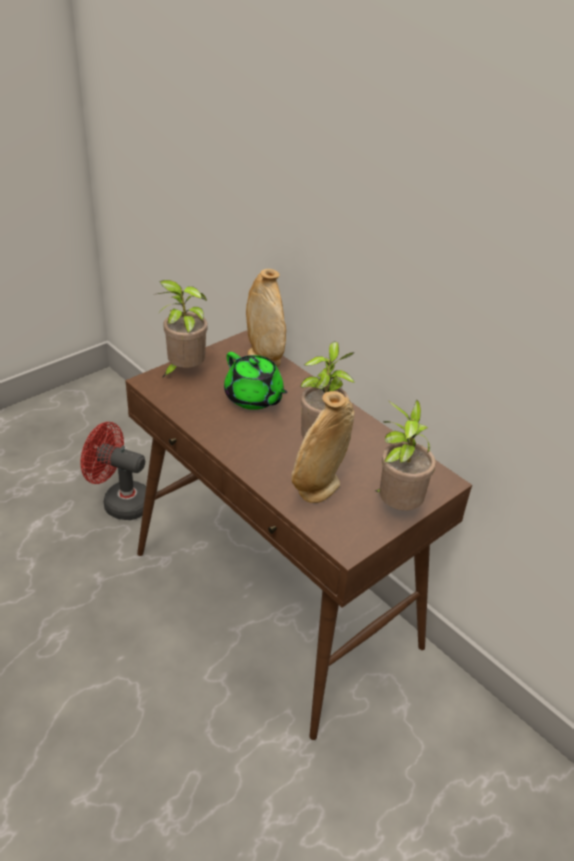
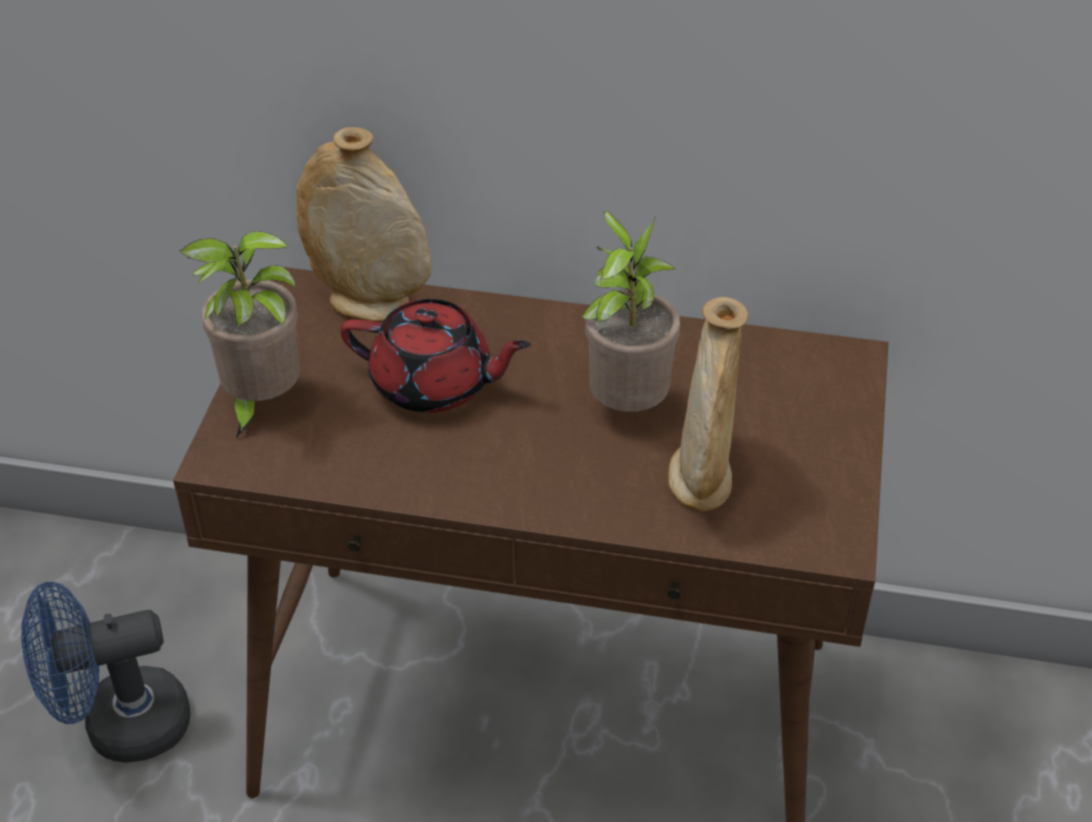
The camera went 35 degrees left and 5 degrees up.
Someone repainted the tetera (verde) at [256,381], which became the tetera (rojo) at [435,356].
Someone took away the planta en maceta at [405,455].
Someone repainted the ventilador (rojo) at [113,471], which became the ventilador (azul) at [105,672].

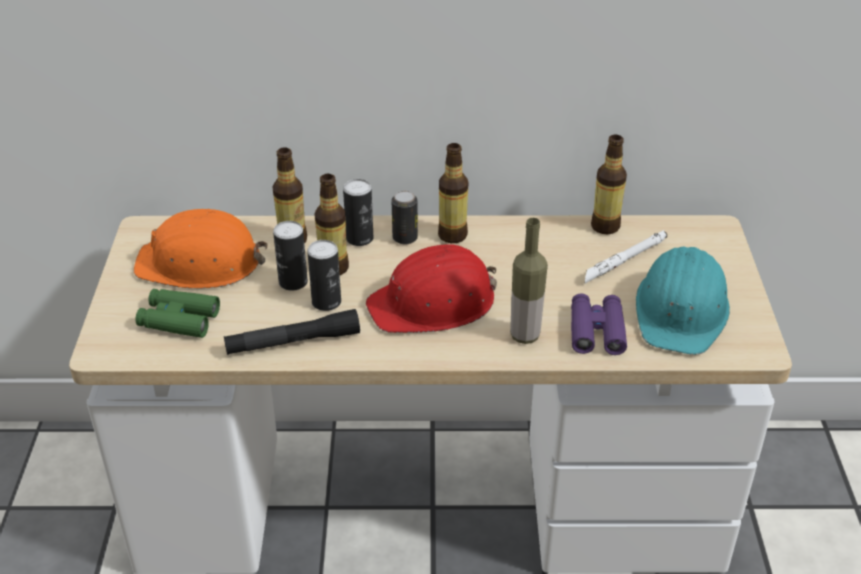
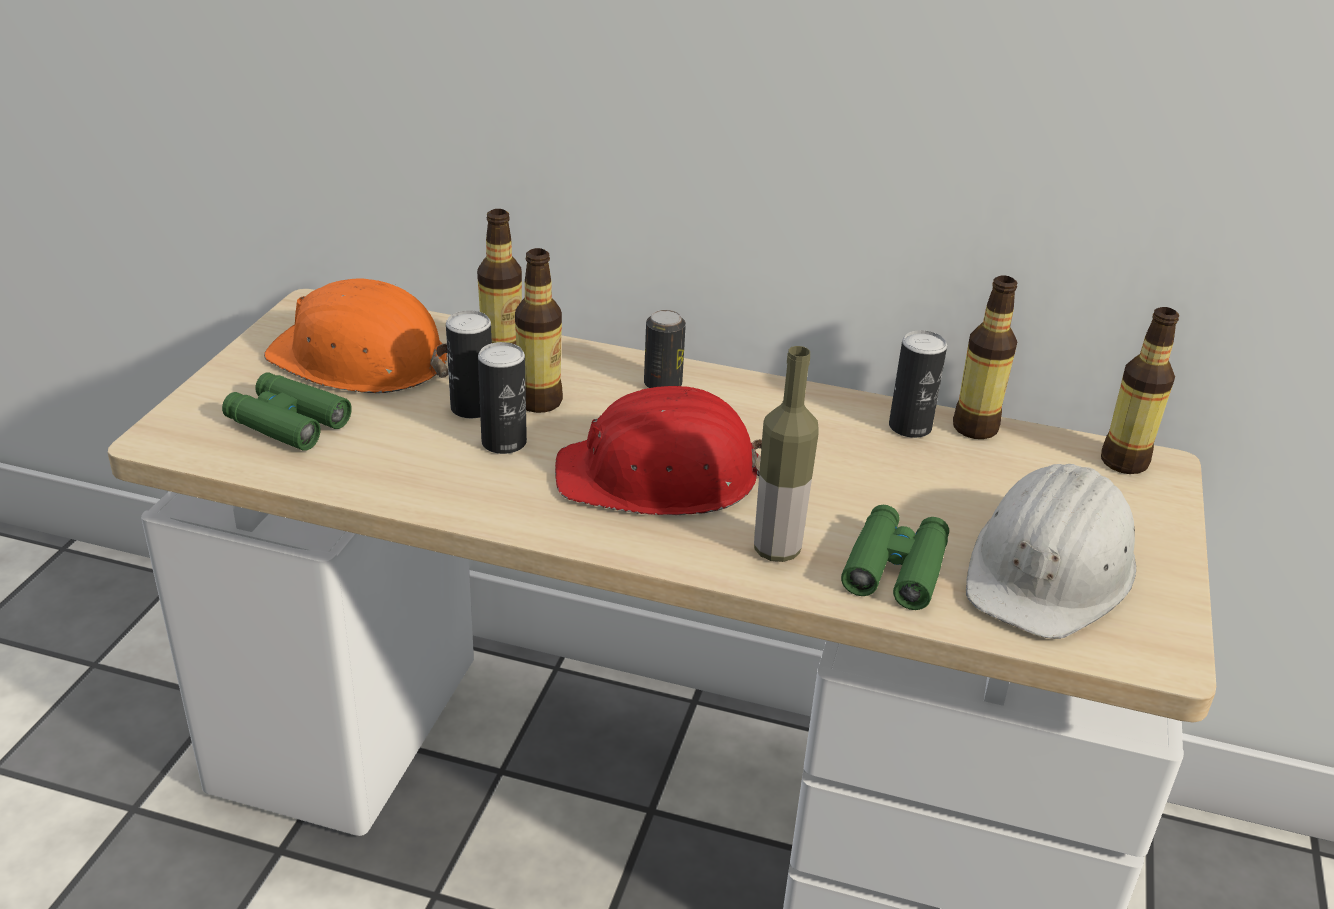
The camera went 15 degrees right and 5 degrees down.
Someone carried the botella from [453,193] to [1140,390].
Someone carried the lata from [358,212] to [918,384].
Someone took away the linterna (blanco) at [625,257].
Someone repainted the casco (turquesa) at [683,300], which became the casco (blanco) at [1051,551].
Someone repainted the prismáticos (morado) at [599,324], which became the prismáticos (verde) at [895,557].
Someone took away the linterna (negro) at [292,332].

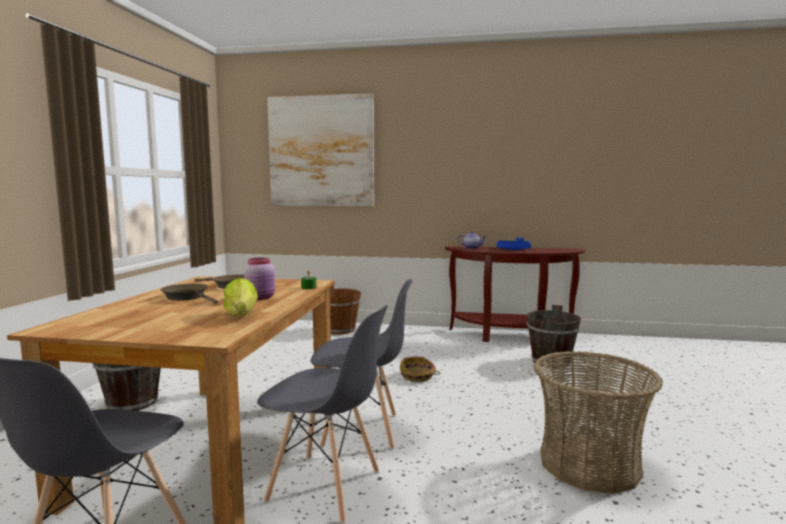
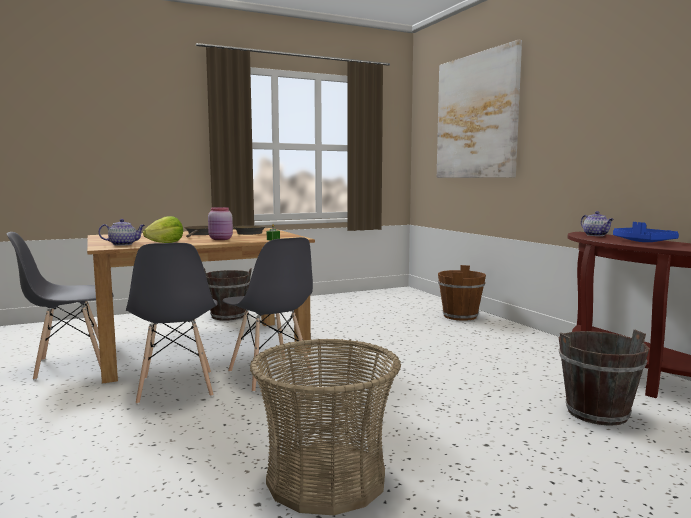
The camera went 55 degrees right and 0 degrees up.
Someone took away the cesta at [420,369].
Someone put down the tetera at [121,232].

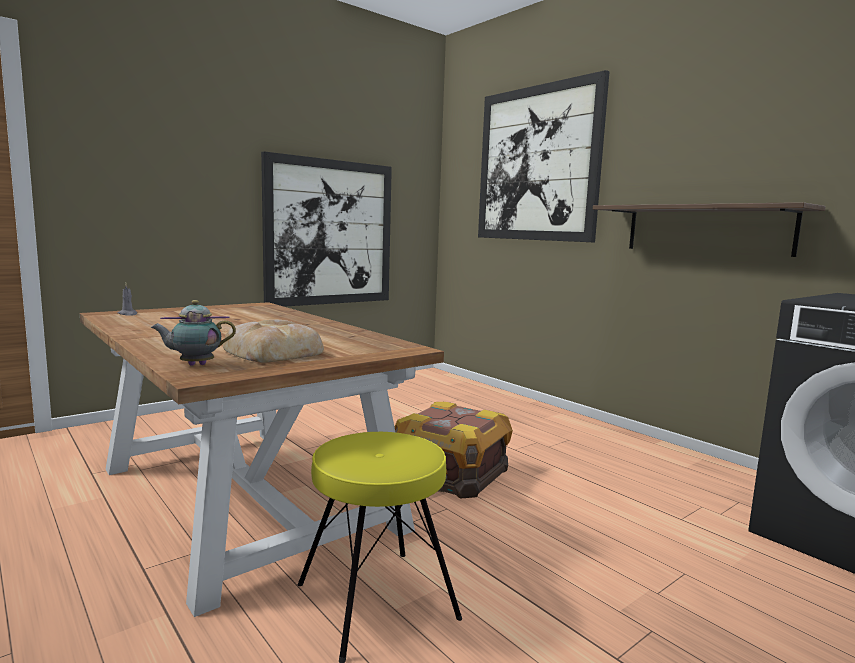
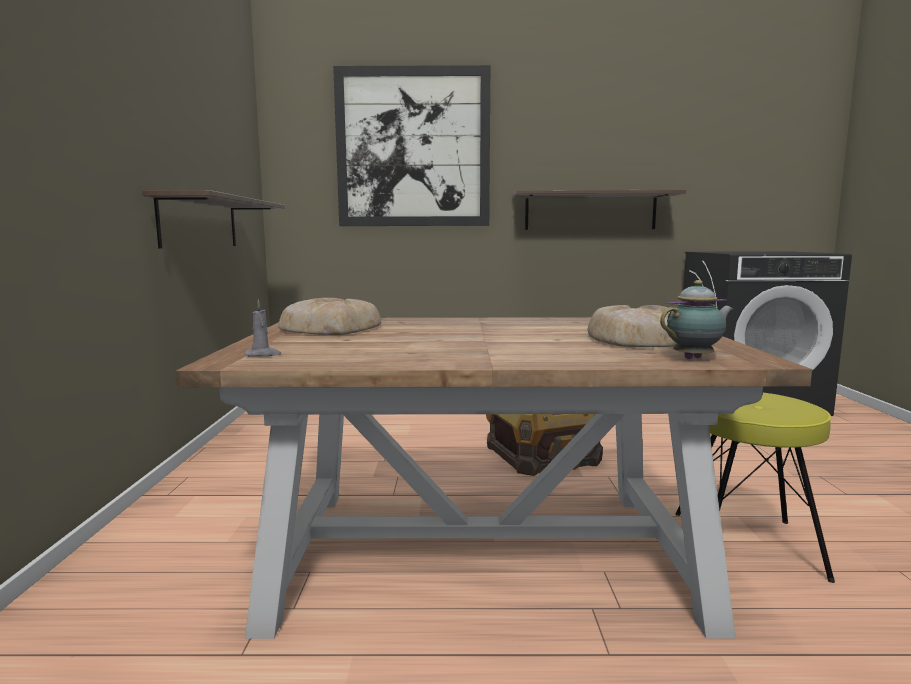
The camera went 50 degrees left and 0 degrees up.
Someone swapped the cuadro at [326,229] for the estante at [213,219].
Someone rotated the tetera at [193,333] by 135 degrees counterclockwise.
Someone put down the pan at [330,316].

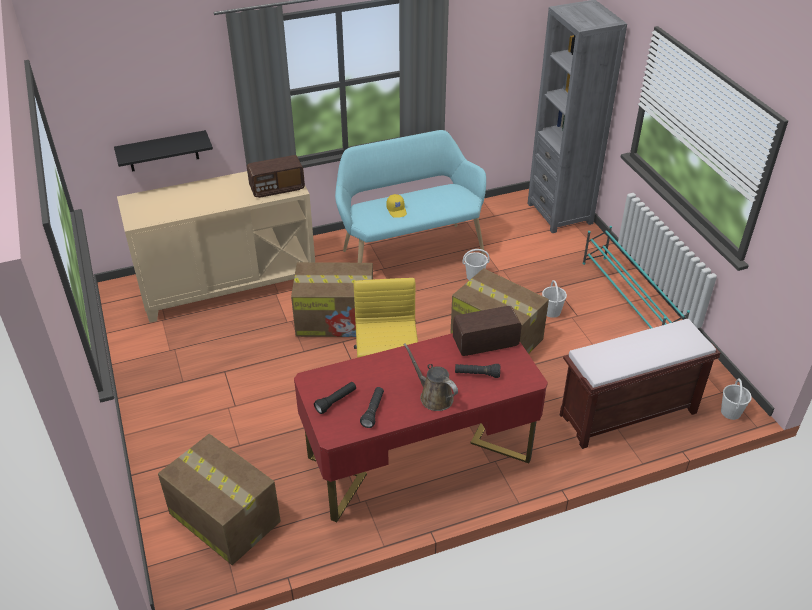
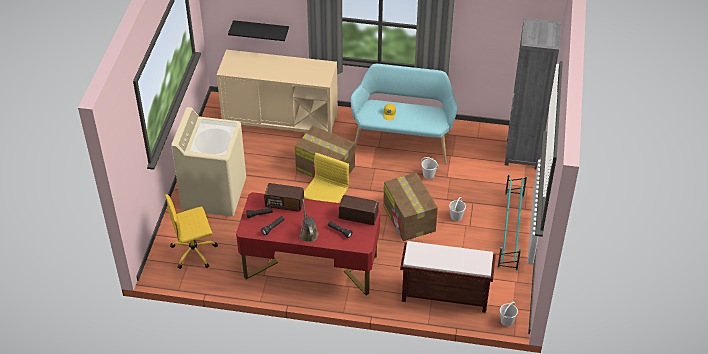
The camera went 30 degrees right and 5 degrees up.
Someone carried the radio from [276,176] to [284,197].
Someone swapped the caja de cartón at [219,499] for the silla de oficina (amarillo) at [191,231].
Someone put down the lavadora (beis) at [208,161].

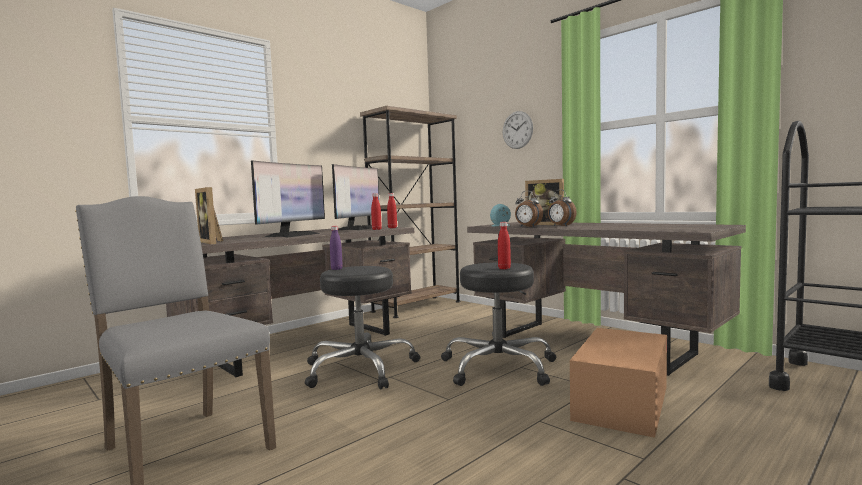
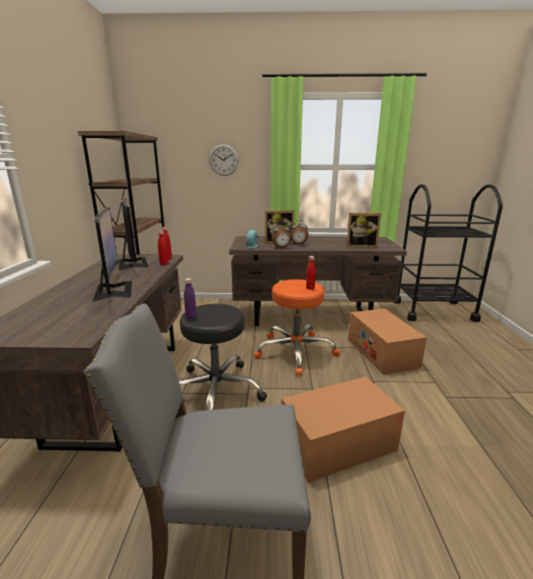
The camera went 45 degrees left and 15 degrees up.
Someone carried the portarretratos from [209,215] to [364,230].
Someone repainted the taburete (negro) at [499,324], which became the taburete (naranja) at [297,327].
Someone put down the caja de cartón at [343,430].

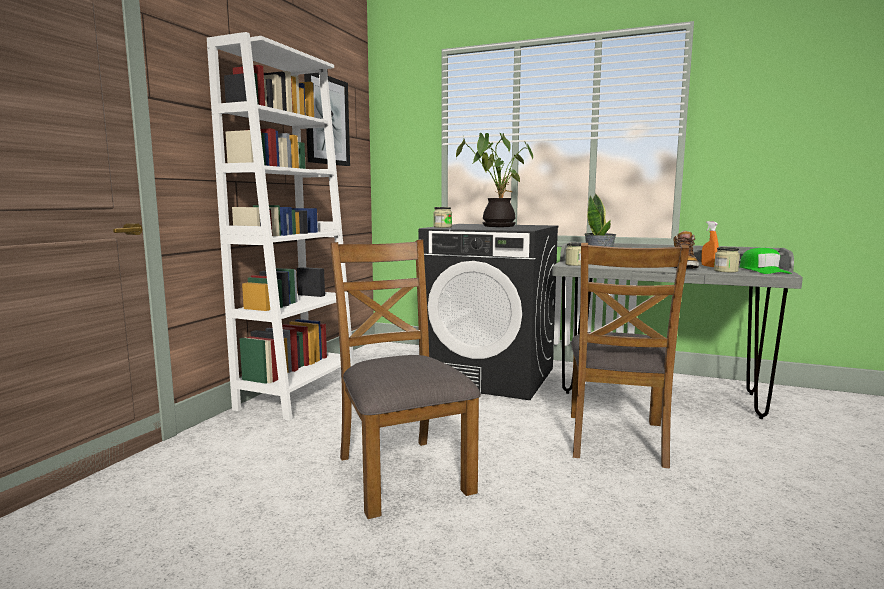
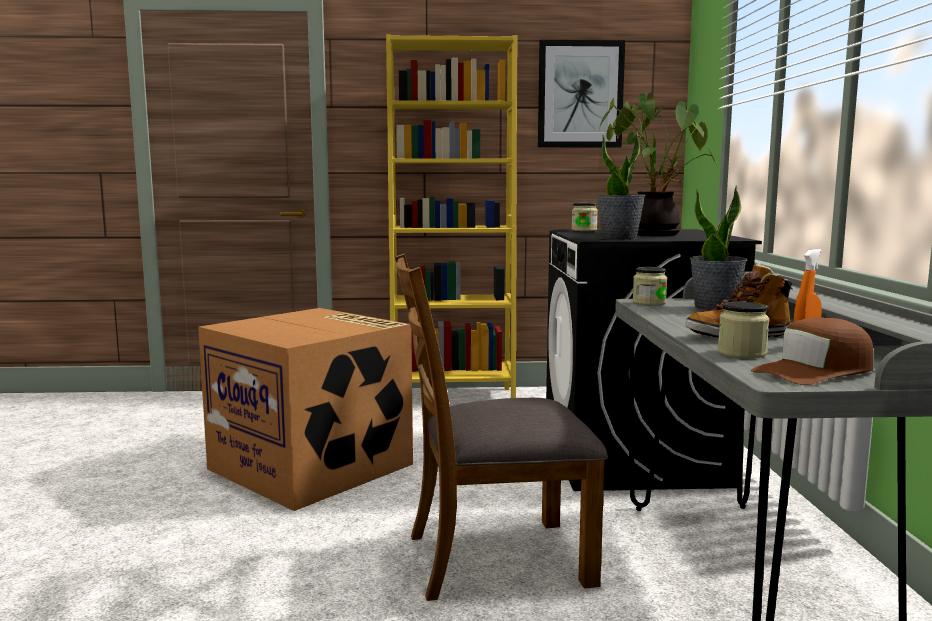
The camera went 65 degrees right and 0 degrees up.
Someone repainted the estantería (blanco) at [280,226], which became the estantería (amarillo) at [451,216].
Someone swapped the silla (marrón) at [405,379] for the caja de cartón at [305,409].
Someone repainted the gorra (verde) at [766,261], which became the gorra (marrón) at [812,351].
Someone put down the planta en maceta at [621,185].

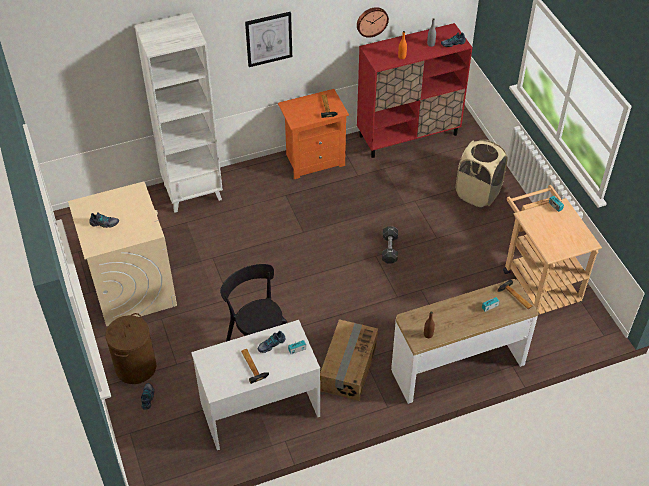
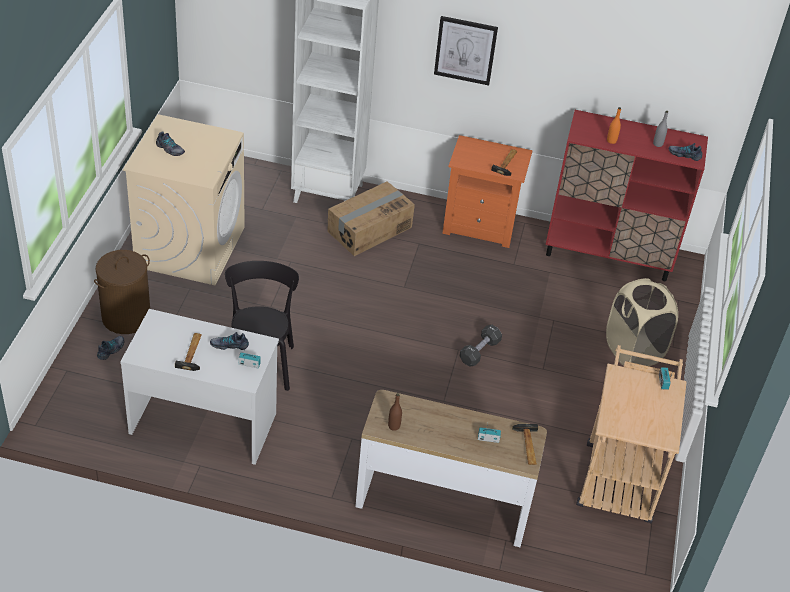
The camera went 30 degrees right and 5 degrees down.
Someone took away the reloj de pared at [373,22].
Someone carried the caja de cartón from [349,360] to [371,218].

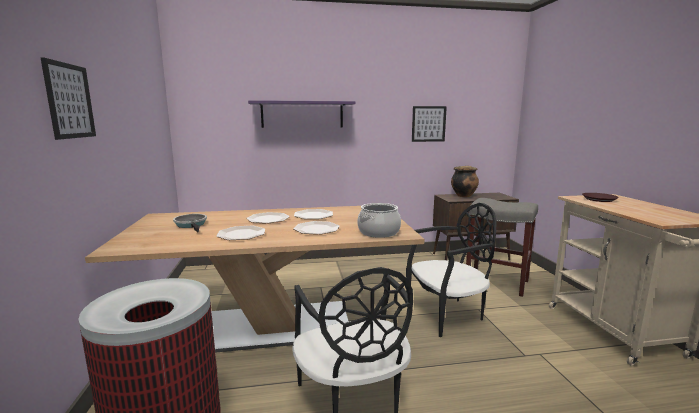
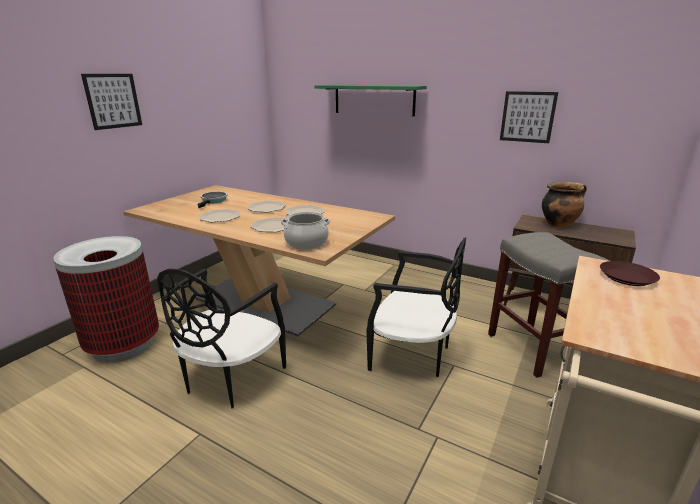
The camera went 40 degrees right and 10 degrees up.
Someone repainted the estante (morado) at [302,114], which became the estante (verde) at [370,100].

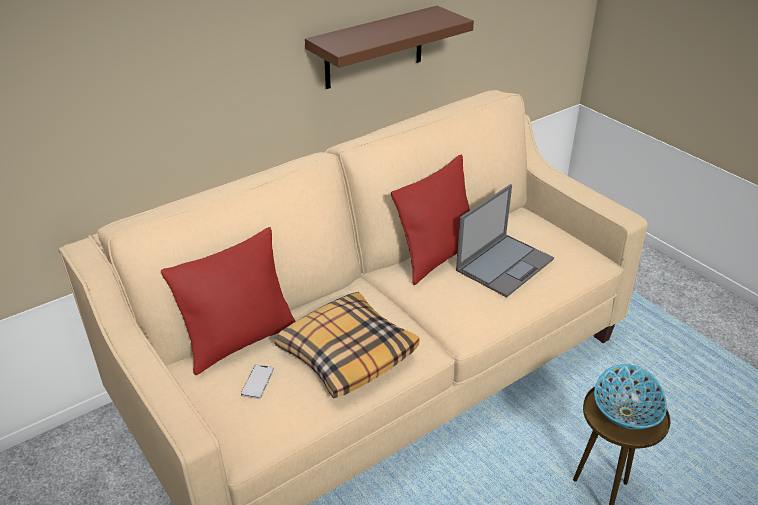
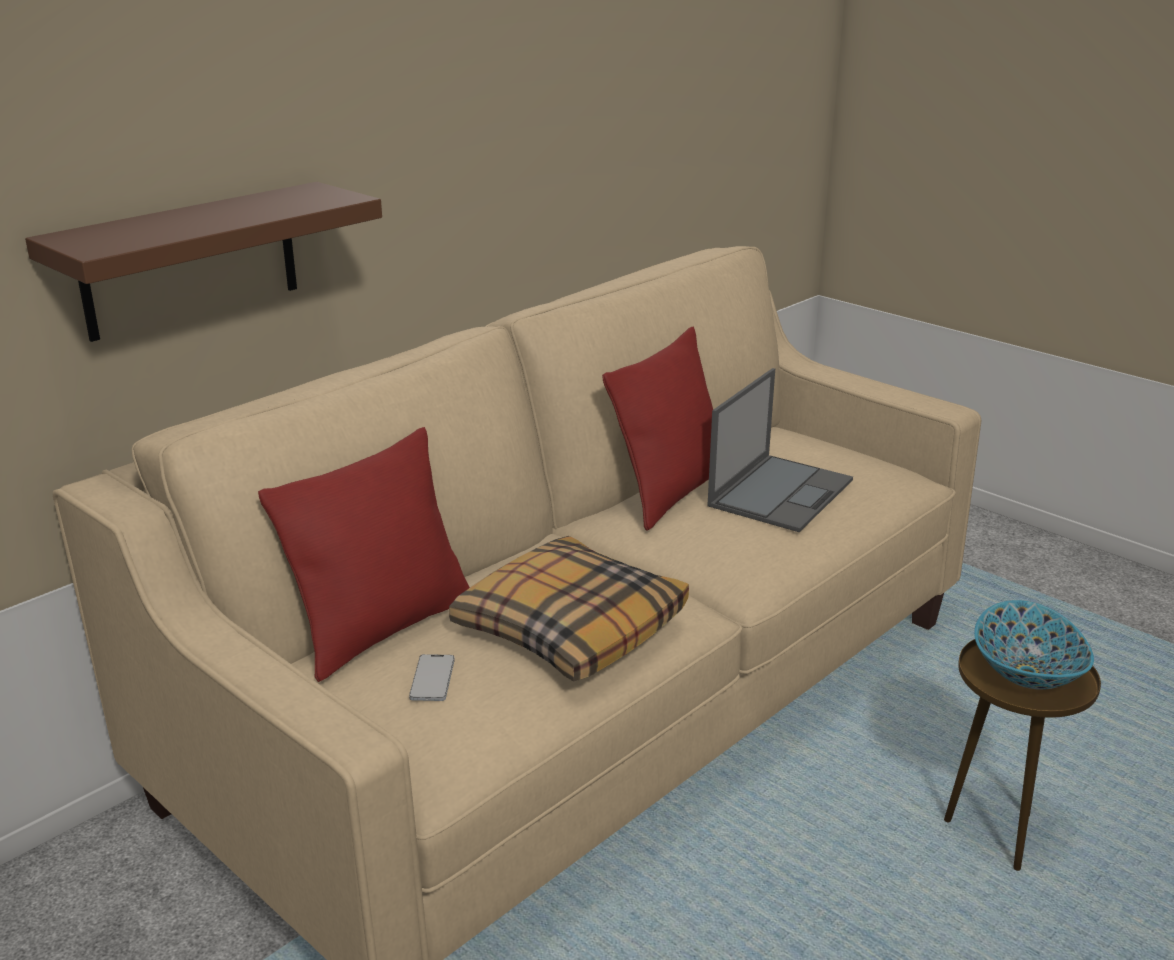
The camera went 10 degrees left and 10 degrees down.
Someone carried the estante (marrón) from [389,47] to [203,262].

